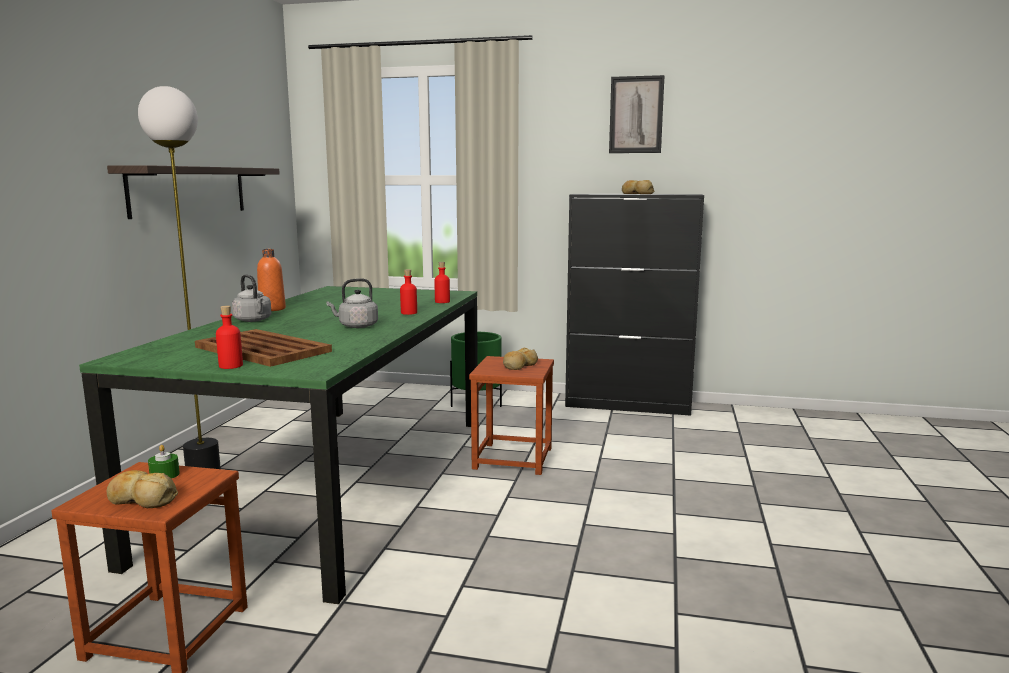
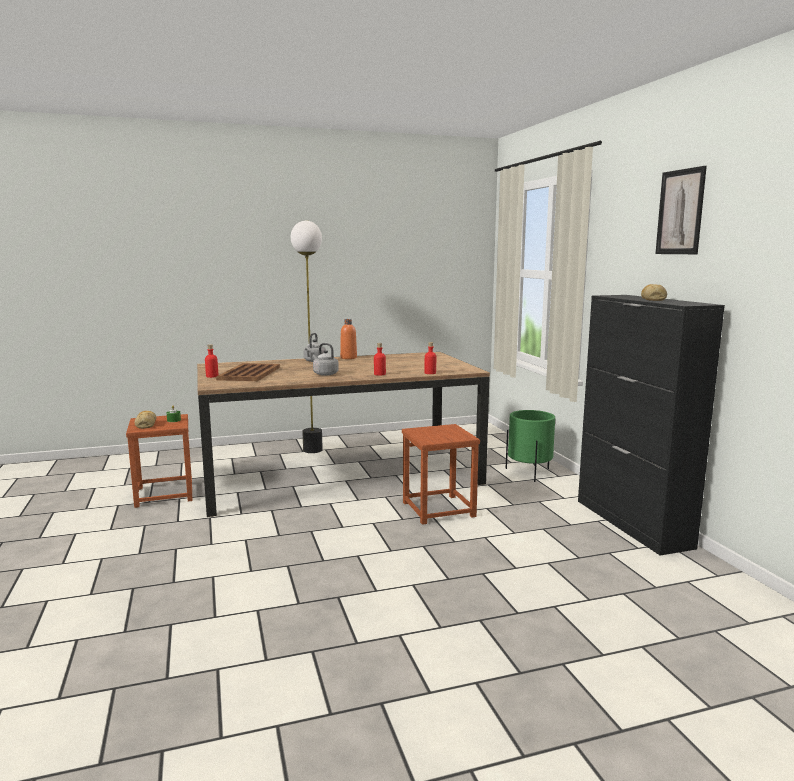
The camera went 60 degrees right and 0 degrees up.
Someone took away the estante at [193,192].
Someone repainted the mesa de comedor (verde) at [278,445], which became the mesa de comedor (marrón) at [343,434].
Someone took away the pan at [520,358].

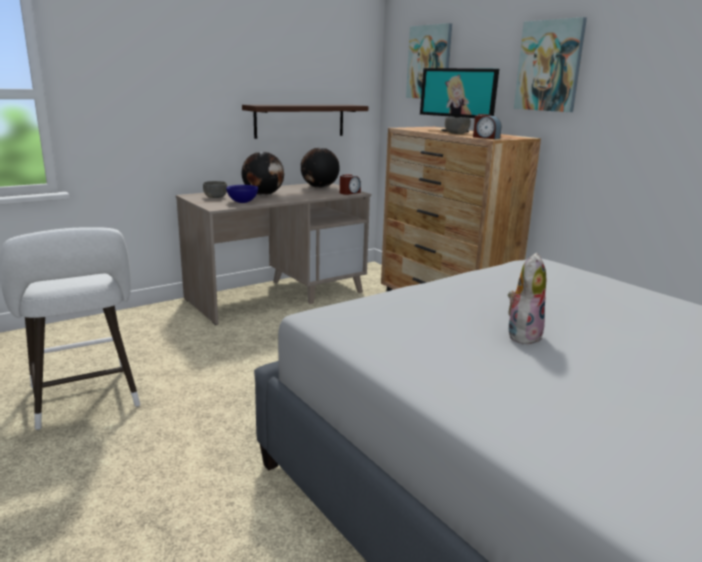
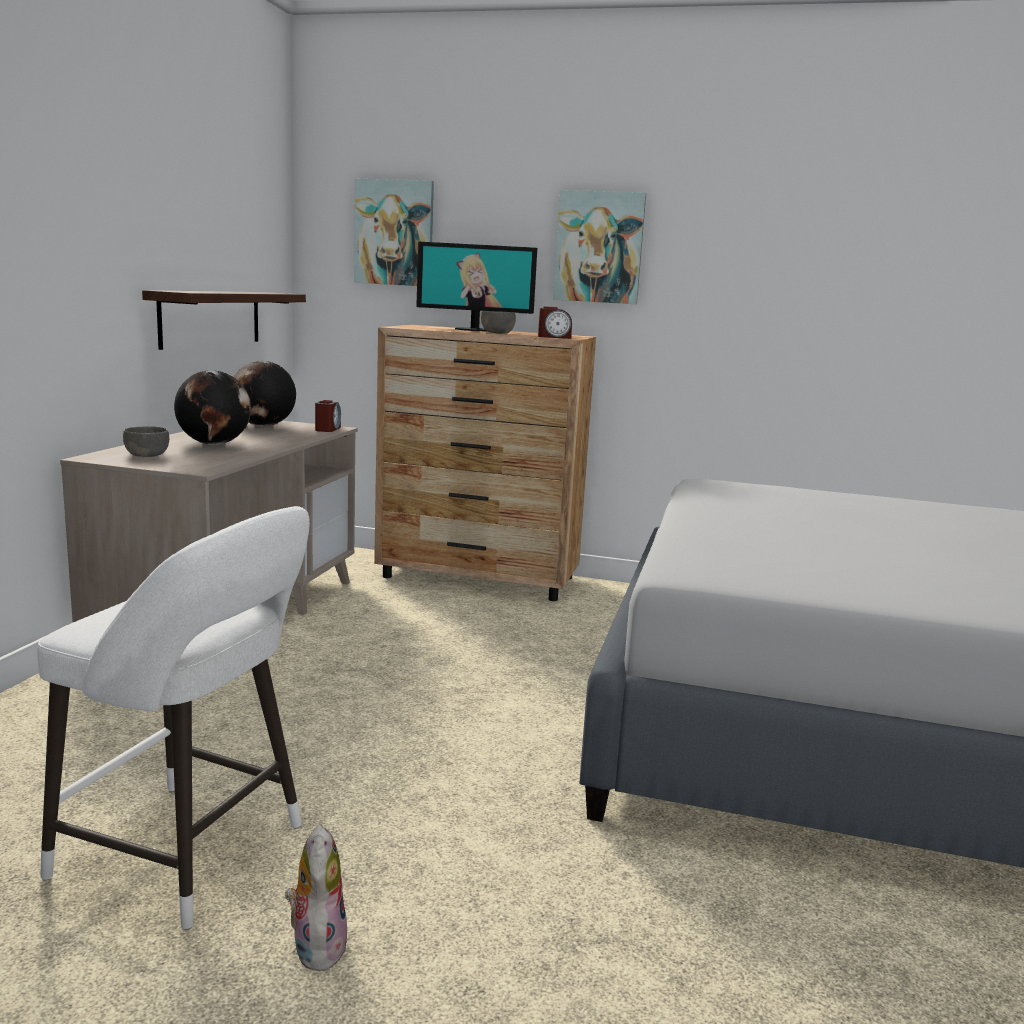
The camera went 40 degrees left and 5 degrees down.
Someone took away the cuenco (azul) at [242,194].
Someone carried the peluche from [527,298] to [316,898].

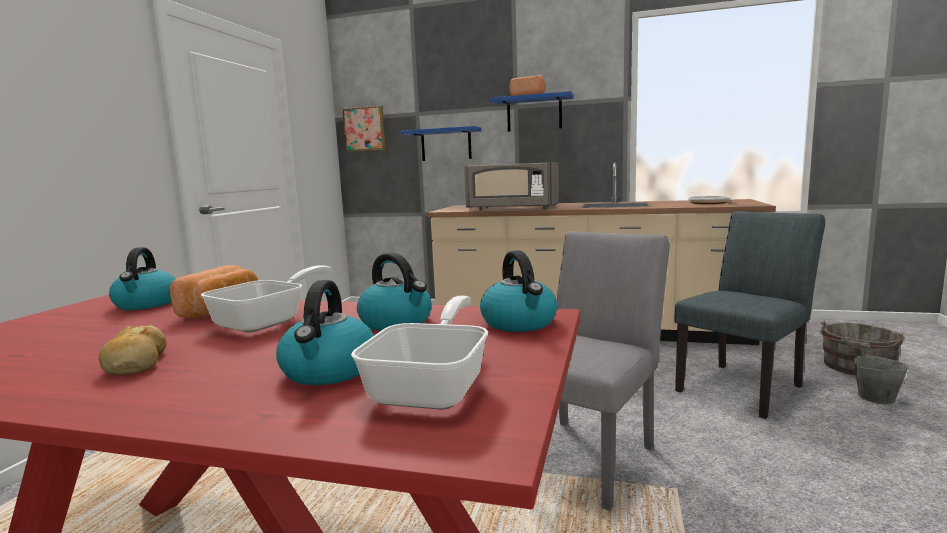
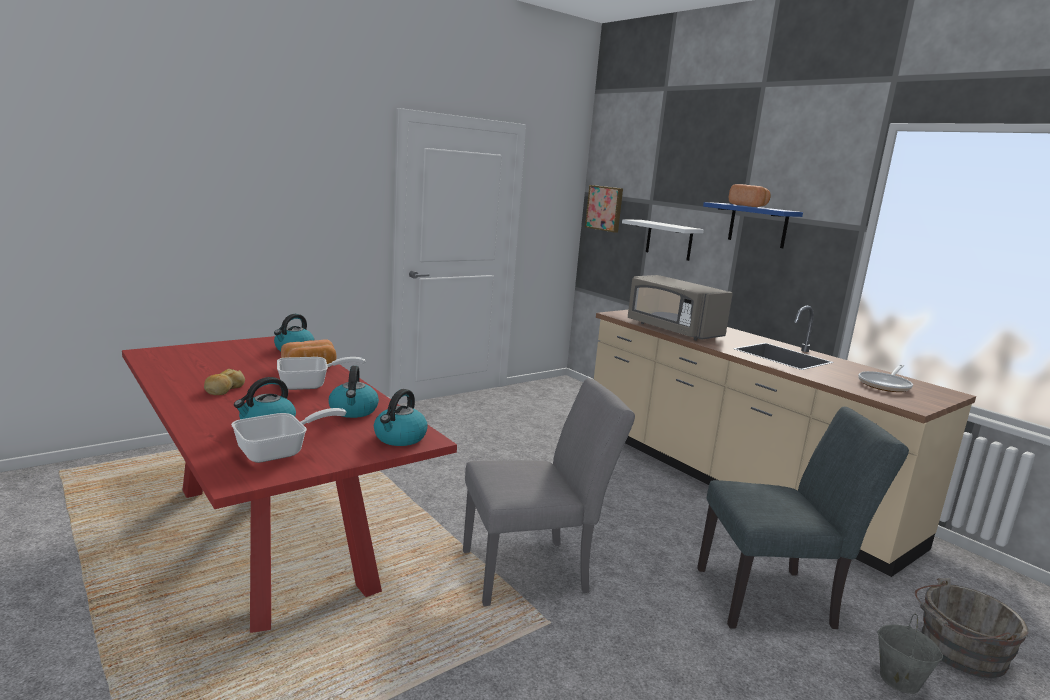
The camera went 35 degrees right and 5 degrees up.
Someone repainted the estante (azul) at [441,143], which became the estante (blanco) at [663,240].

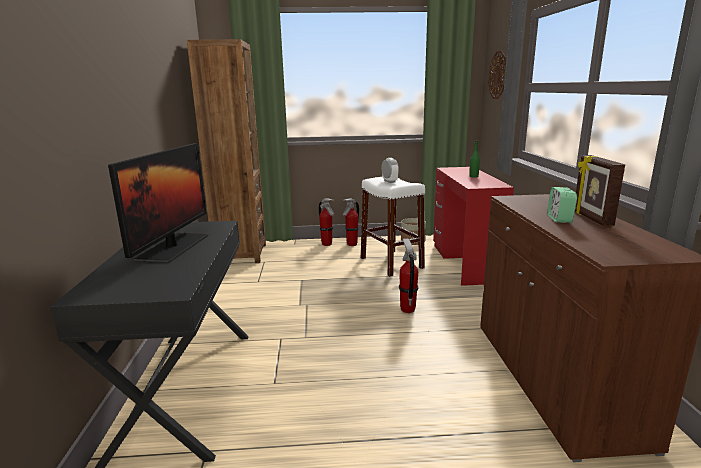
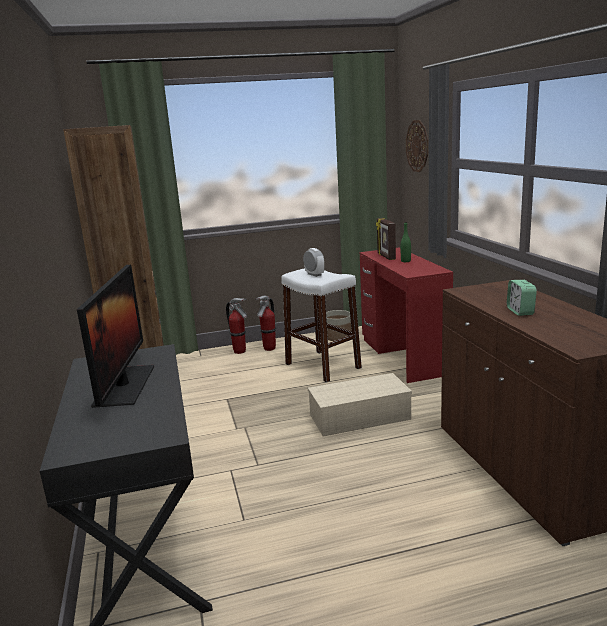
The camera went 10 degrees left and 0 degrees up.
Someone carried the portarretratos from [600,190] to [386,239].
Someone swapped the extintor at [408,275] for the caja de almacenaje (beis) at [360,405].

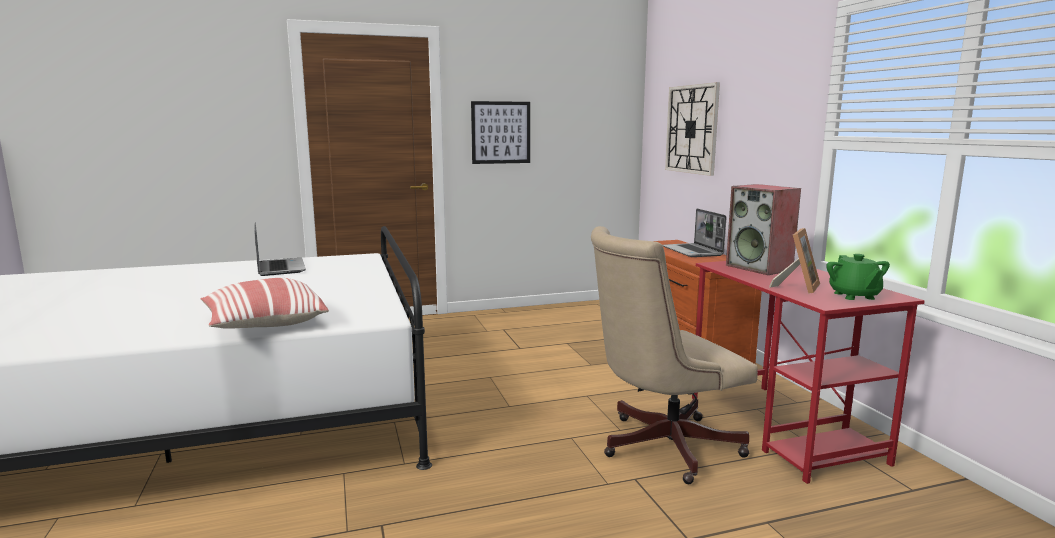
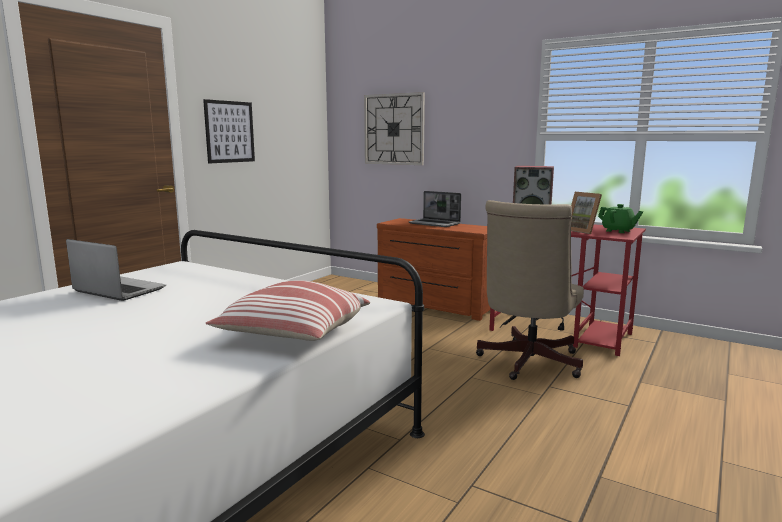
The camera went 40 degrees left and 0 degrees up.
Someone rotated the portarretratos at [794,261] by 150 degrees clockwise.

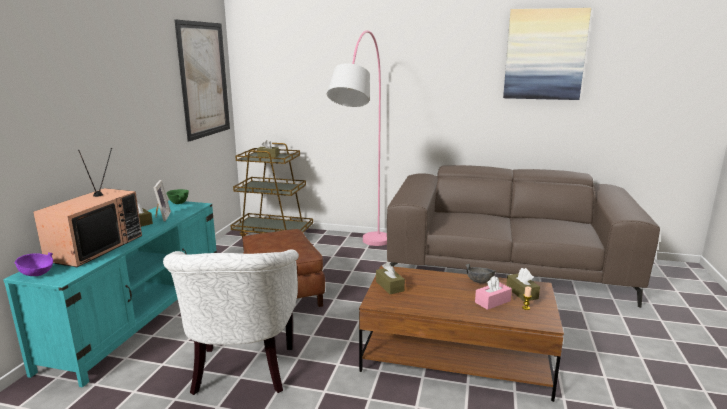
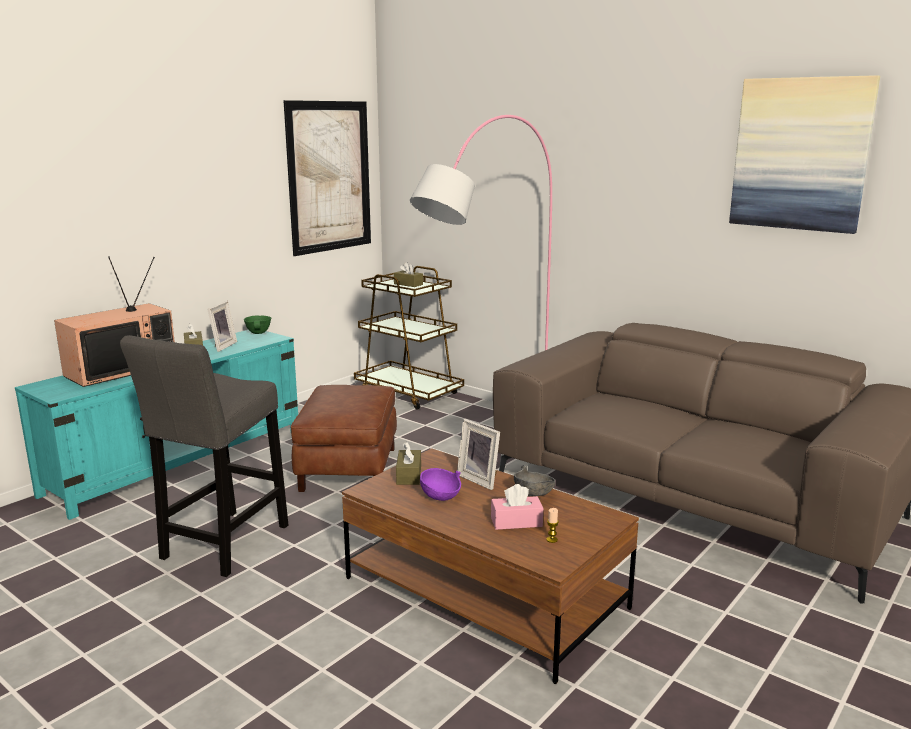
The camera went 25 degrees right and 0 degrees up.
Someone swapped the sillón (blanco) at [231,322] for the taburete (gris) at [204,456].
Someone carried the cuenco (morado) from [33,264] to [440,484].
Someone took away the caja de pañuelos (marrón) at [523,284].
Someone put down the portarretratos at [478,454].

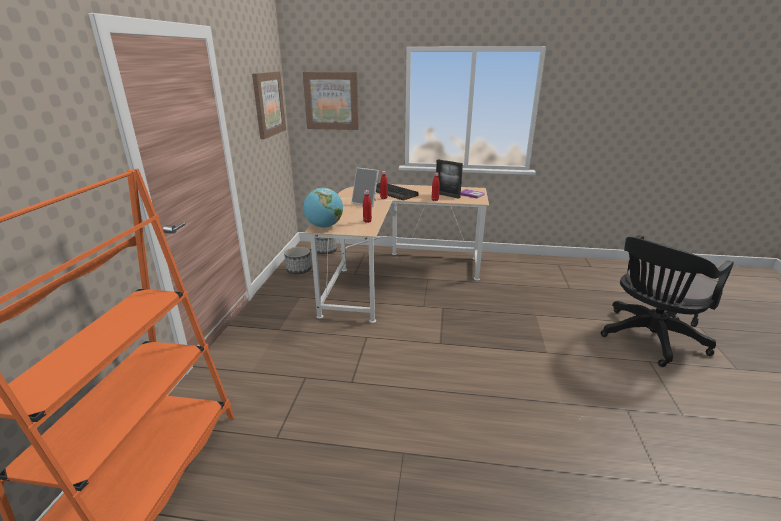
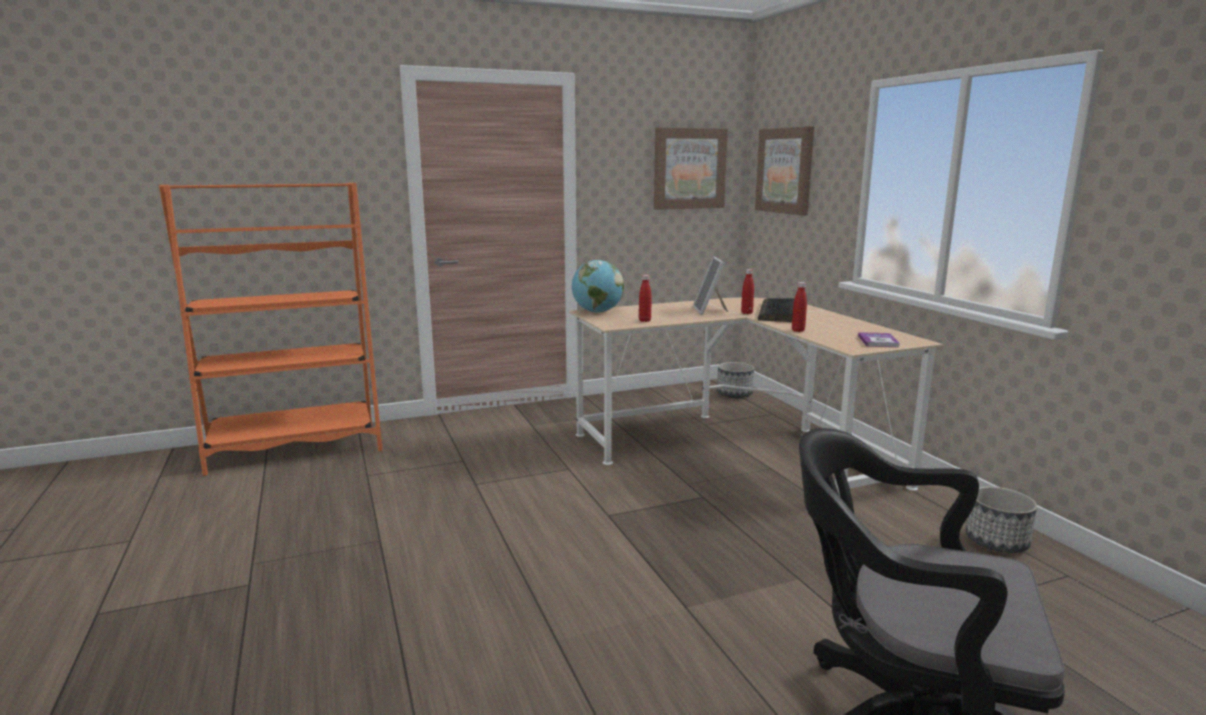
The camera went 60 degrees right and 10 degrees down.
Someone took away the portarretratos at [449,179].
Someone carried the maceta from [298,260] to [1001,519].

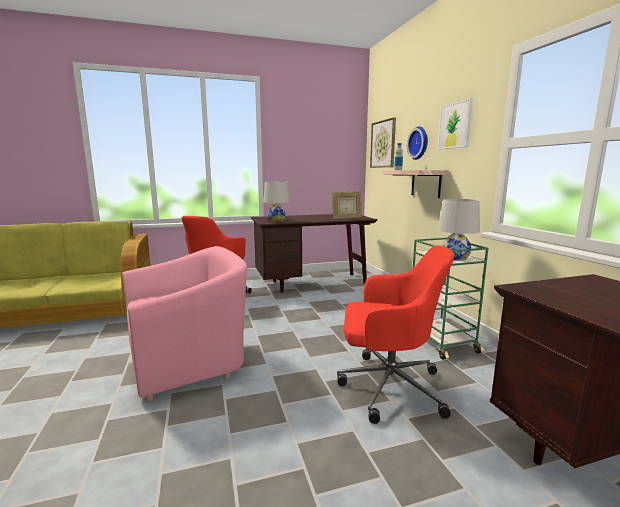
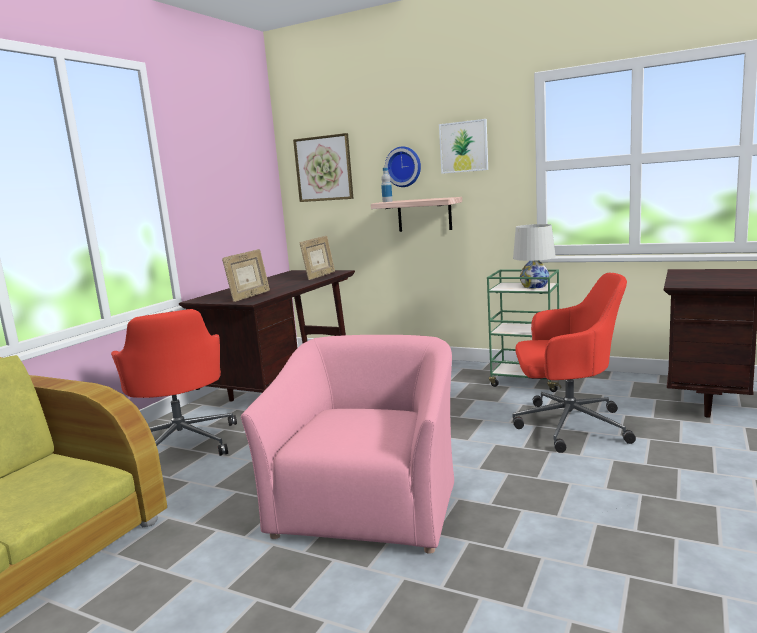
The camera went 45 degrees left and 0 degrees up.
Someone swapped the lámpara de mesa (blanco) at [276,201] for the portarretratos at [246,275].
Someone rotated the silla de oficina (rojo) at [395,334] by 45 degrees clockwise.

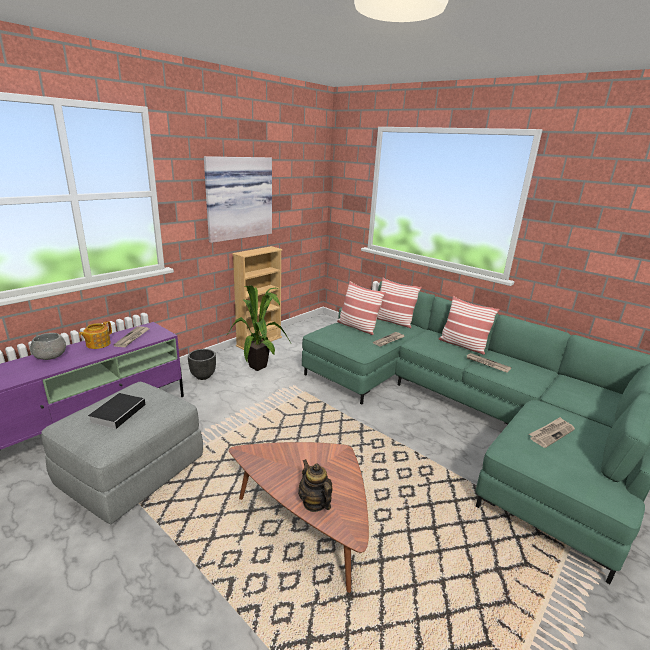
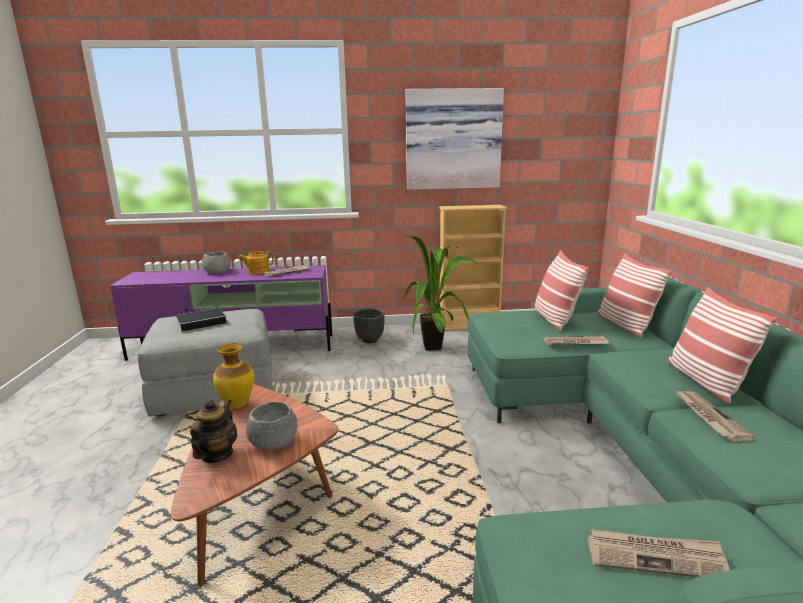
The camera went 45 degrees right and 5 degrees down.
Someone put down the florero at [233,376].
Someone put down the cuenco (gris) at [272,425].

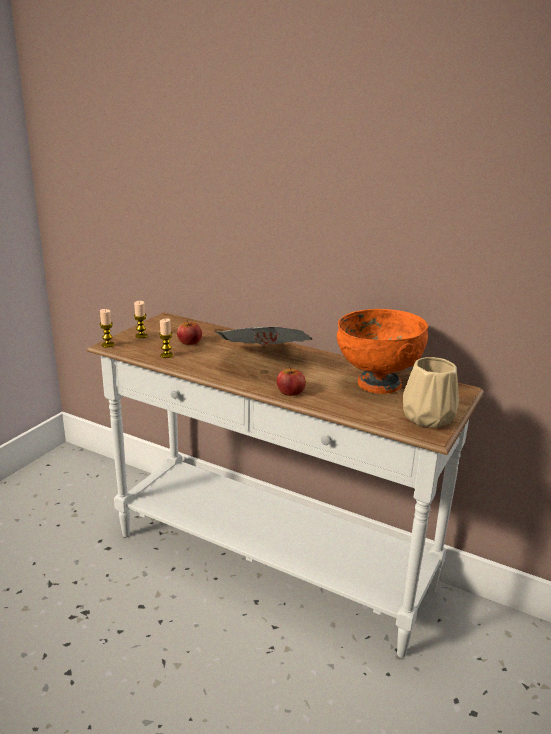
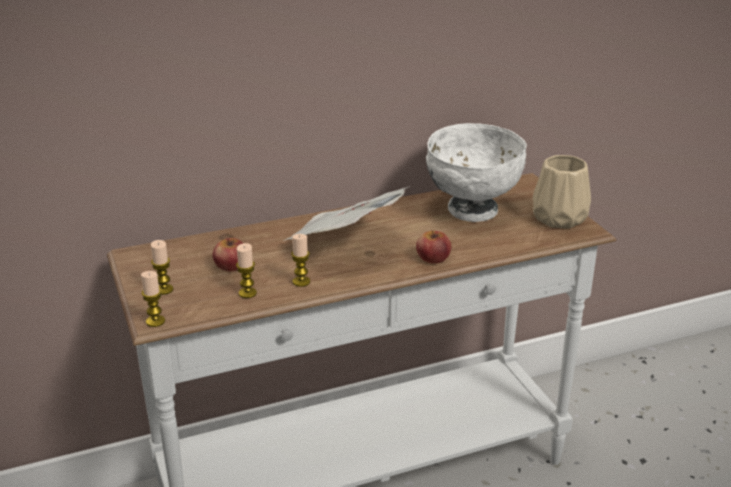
The camera went 50 degrees left and 5 degrees up.
Someone repainted the cuenco (naranja) at [382,351], which became the cuenco (blanco) at [476,172].
Someone put down the vela at [300,260].

